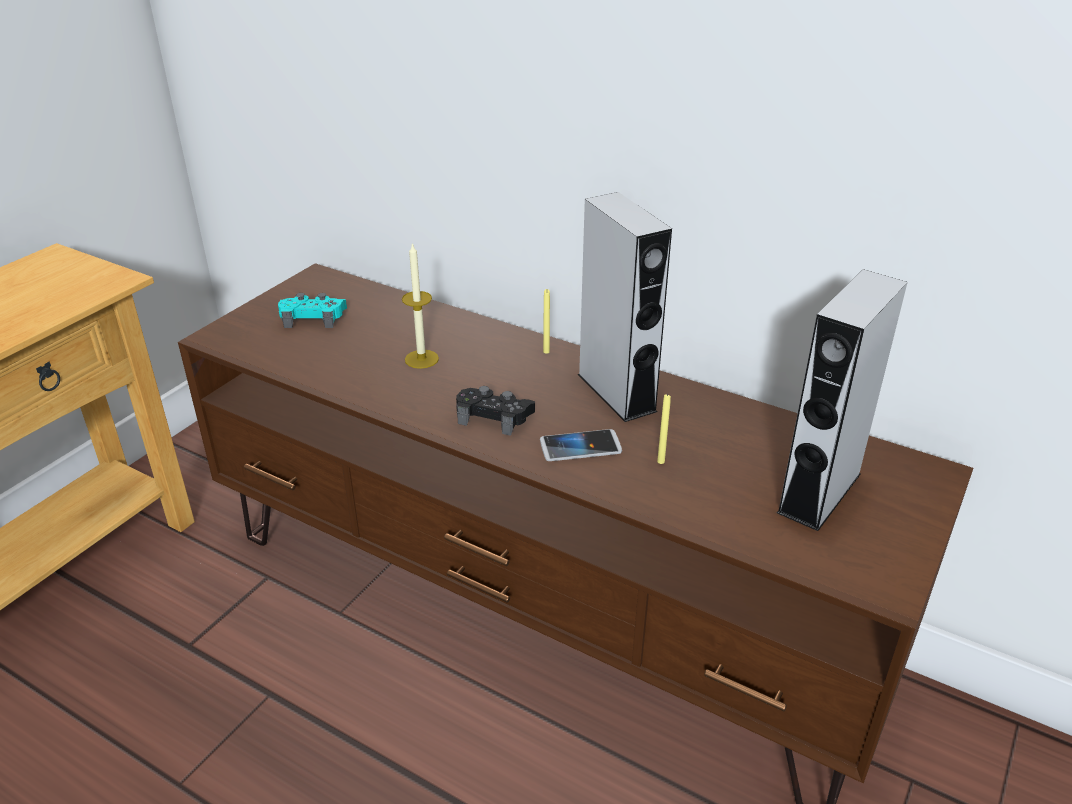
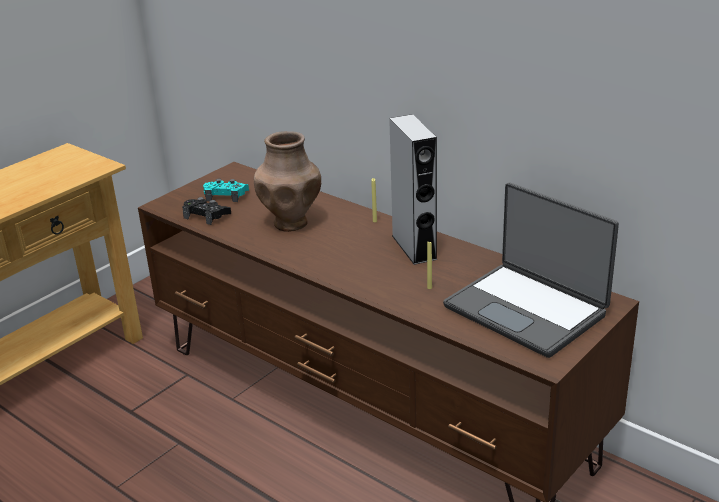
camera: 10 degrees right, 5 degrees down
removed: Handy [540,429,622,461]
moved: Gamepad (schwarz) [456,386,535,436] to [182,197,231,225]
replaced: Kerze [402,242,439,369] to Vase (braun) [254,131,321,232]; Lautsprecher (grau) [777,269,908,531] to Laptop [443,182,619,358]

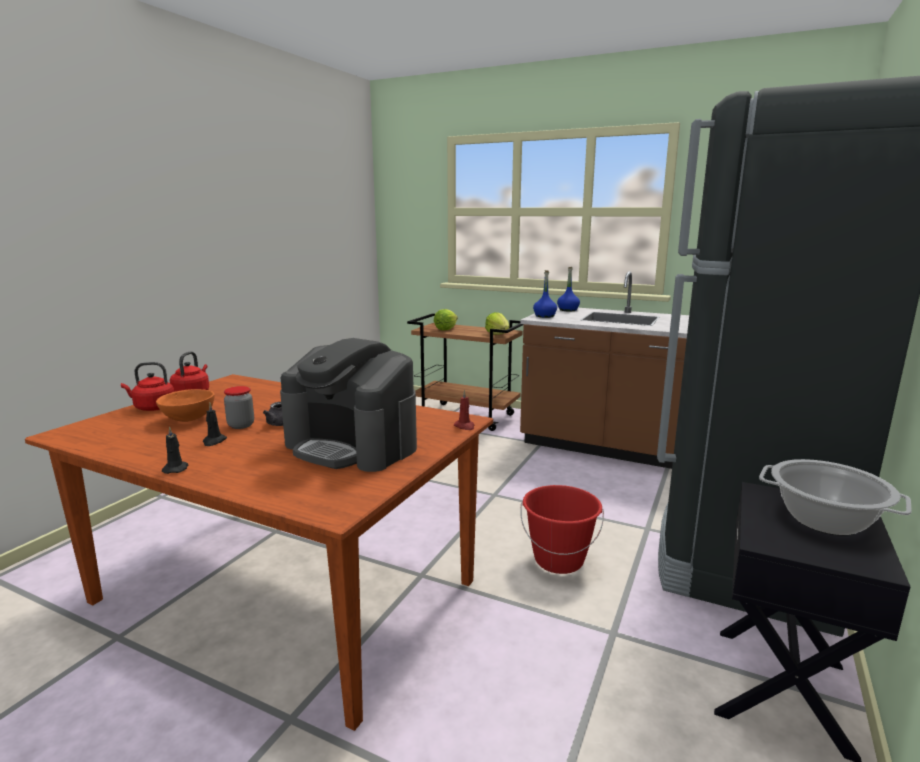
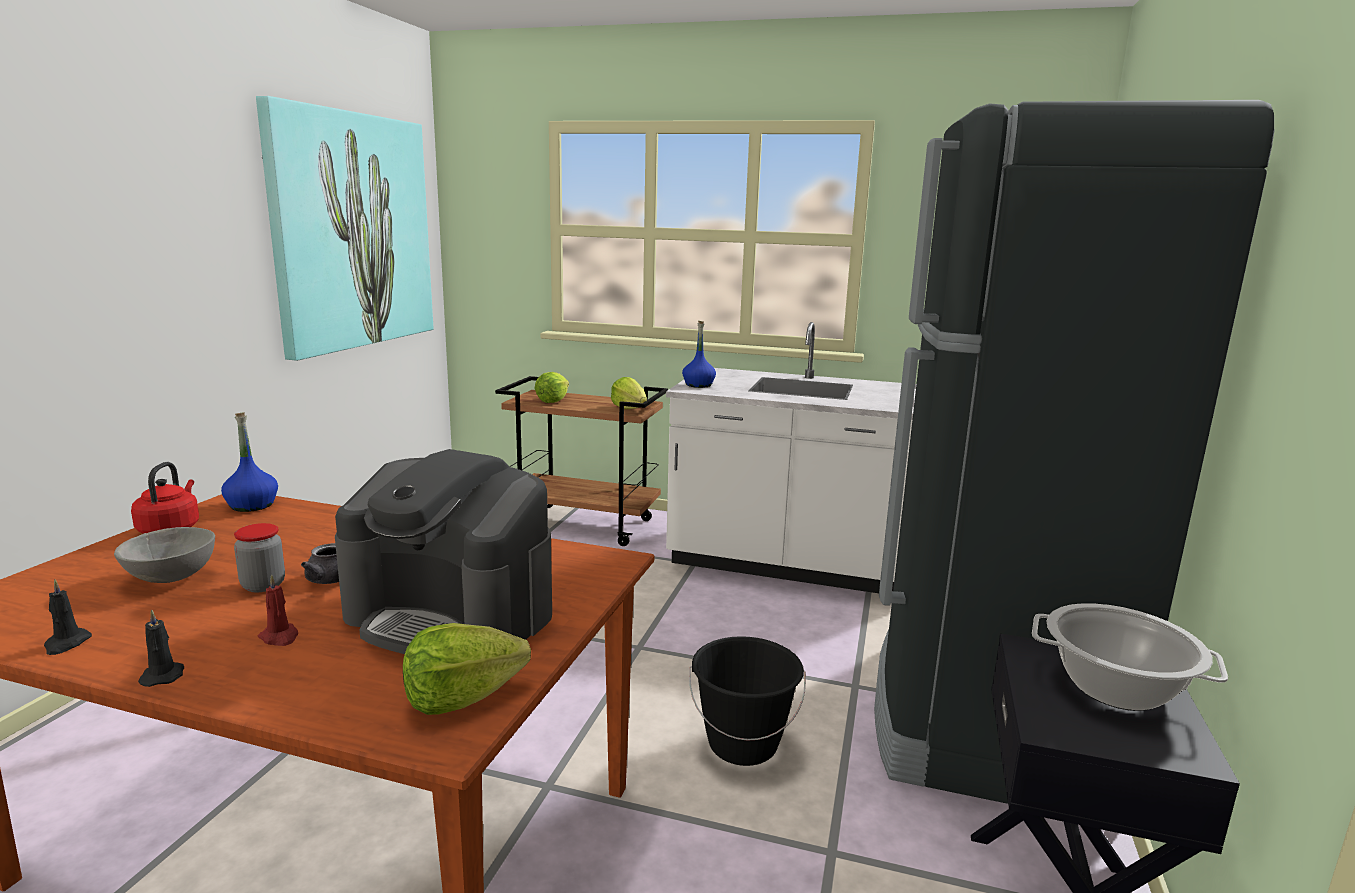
camera: 10 degrees left, 0 degrees up
removed: Wasserkessel (rot) [121,362,174,411]
added: Bild [256,96,433,361]; Salatkopf [403,623,531,715]
moved: Flasche (blau) [557,267,580,311] to [221,412,278,512]; Kerze (rot) [454,390,474,430] to [257,574,298,646]; Kerze (schwarz) [203,403,227,446] to [44,579,92,655]
recoloured: Küchenzeile (braun) [520,271,689,469] to Küchenzeile (weiß) [666,322,916,593]; Schüssel (orange) [156,389,215,422] to Schüssel (grau) [114,527,215,583]; Eimer (rot) [521,485,604,574] to Eimer (schwarz) [689,636,806,766]

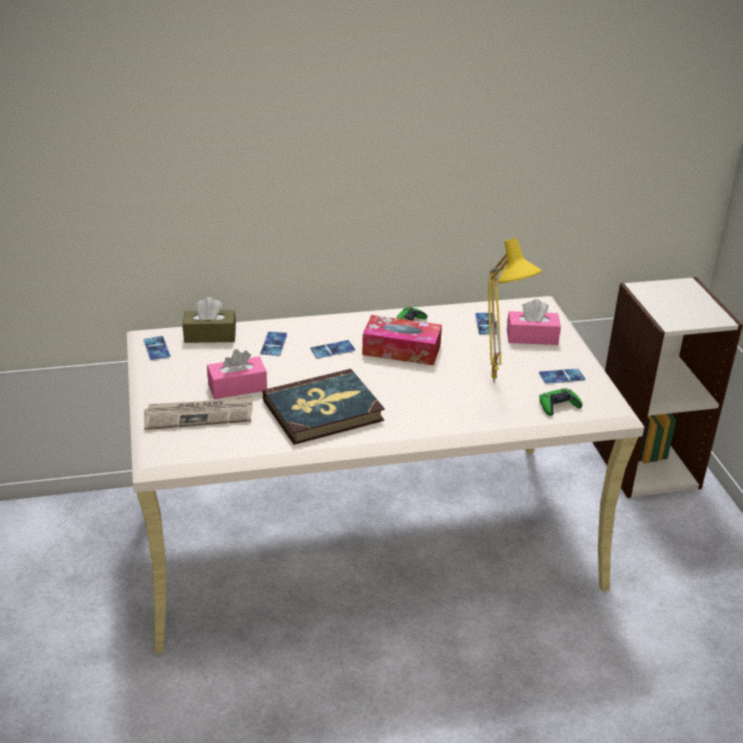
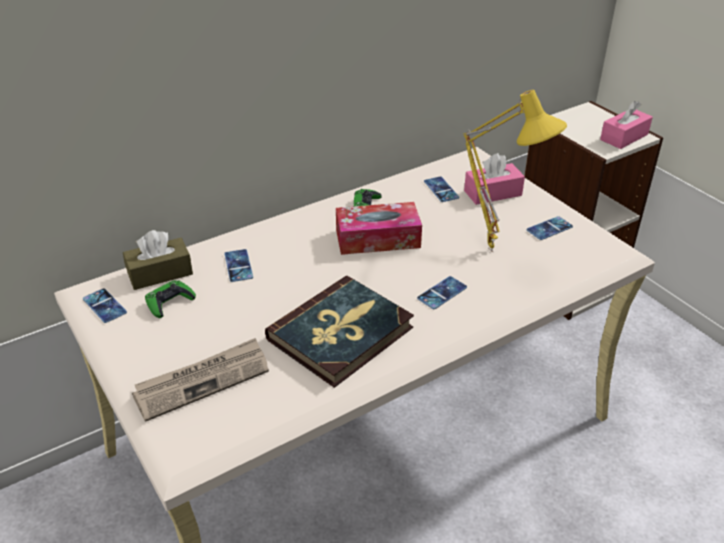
camera: 20 degrees left, 5 degrees up
moved: Handy [310,340,355,358] to [417,276,467,309]; Taschentuchbox (rosa) [207,349,267,399] to [600,101,653,149]; Gamepad (grün) [539,388,583,416] to [145,280,196,318]

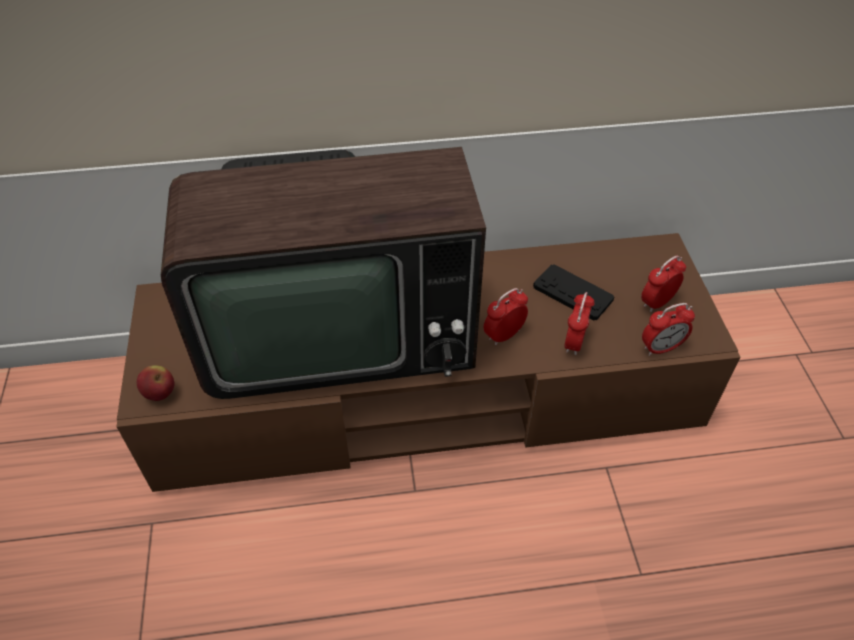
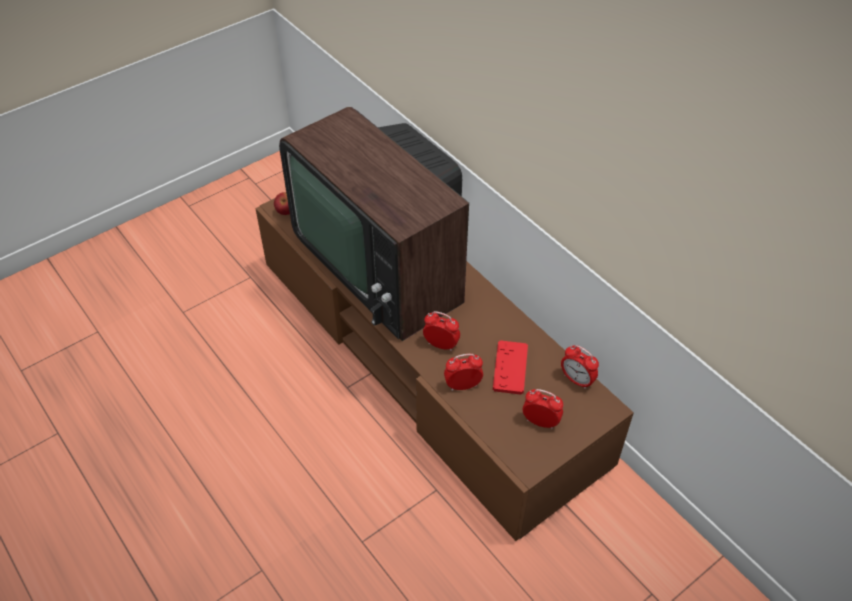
camera: 60 degrees right, 0 degrees up
moved: Wecker [642,303,695,356] to [561,345,599,389]
recoloured: Gamepad (schwarz) [533,264,614,320] to Gamepad (rot) [493,340,528,395]

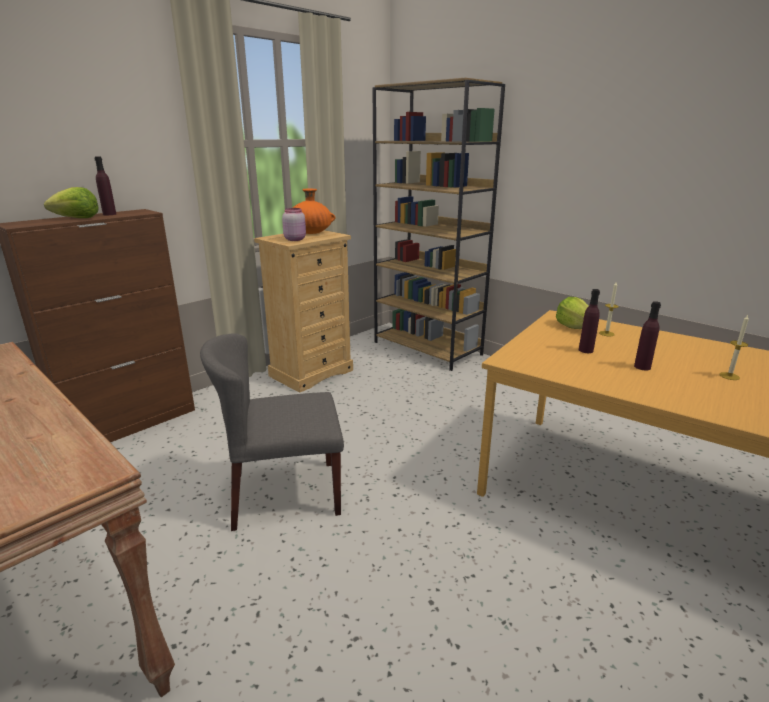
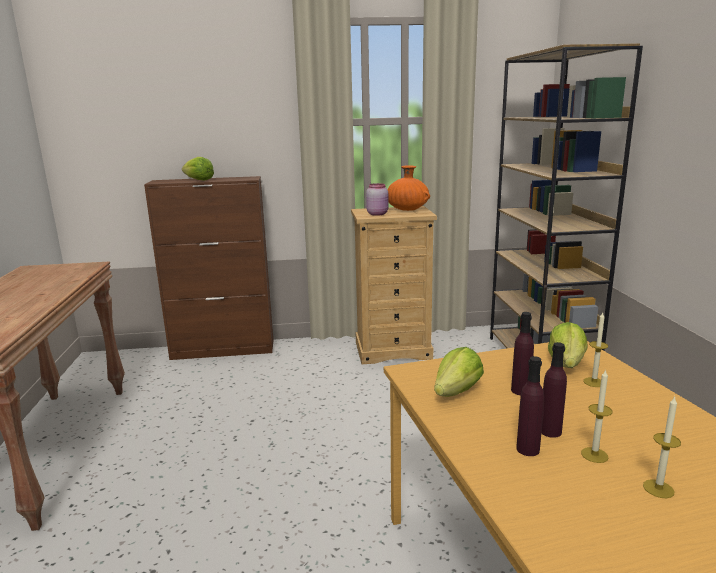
camera: 40 degrees right, 5 degrees down
removed: Stuhl (grau) [200,333,344,531]
added: Salatkopf [434,347,484,397]; Kerze [581,369,613,463]
moved: Flasche (lila) [94,156,116,215] to [516,356,544,456]

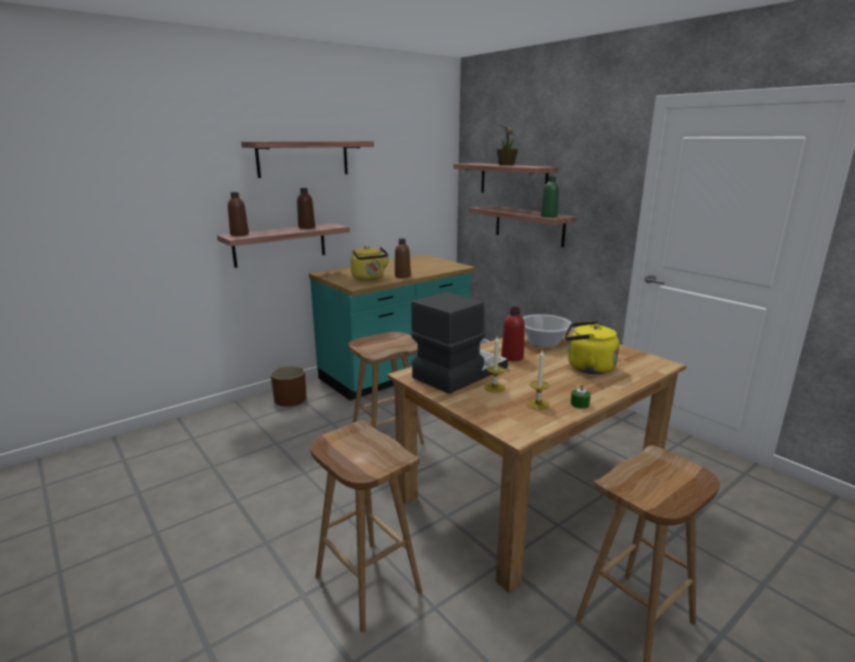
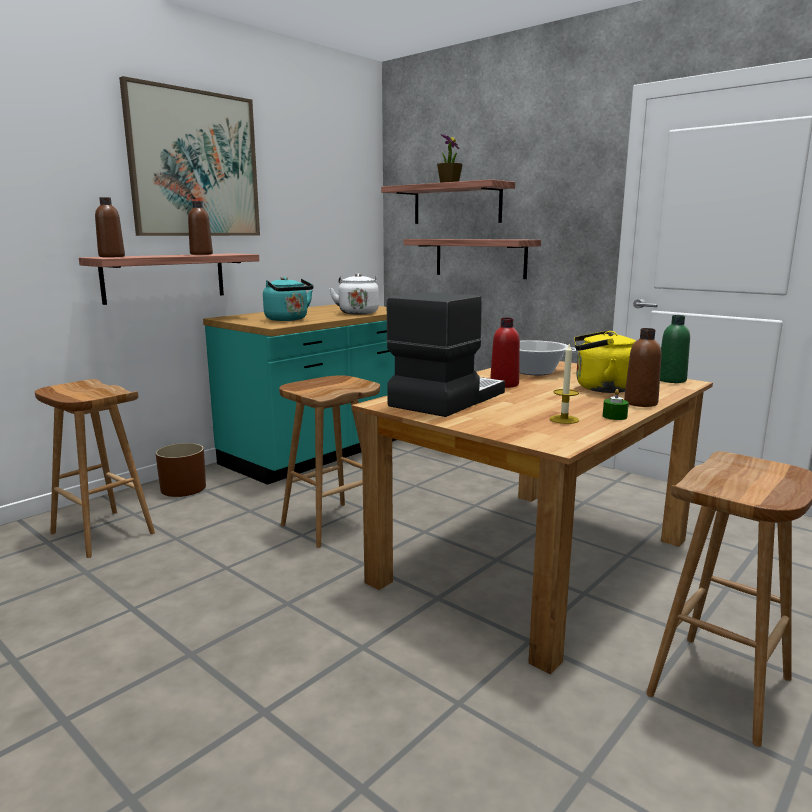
camera: 10 degrees left, 5 degrees down
removed: Kerze [484,337,505,393]
added: Wasserkessel (weiß) [329,273,379,315]
moved: Flasche (grün) [541,177,559,218] to [660,315,690,383]; Flasche (braun) [395,239,411,278] to [624,328,662,407]; Hocker (braun) [310,420,422,632] to [35,379,155,558]
replaced: Wandregal [241,141,374,178] to Bild [119,76,260,236]
recoloured: Wasserkessel (gelb) [351,246,389,280] to Wasserkessel (türkis) [263,277,314,321]

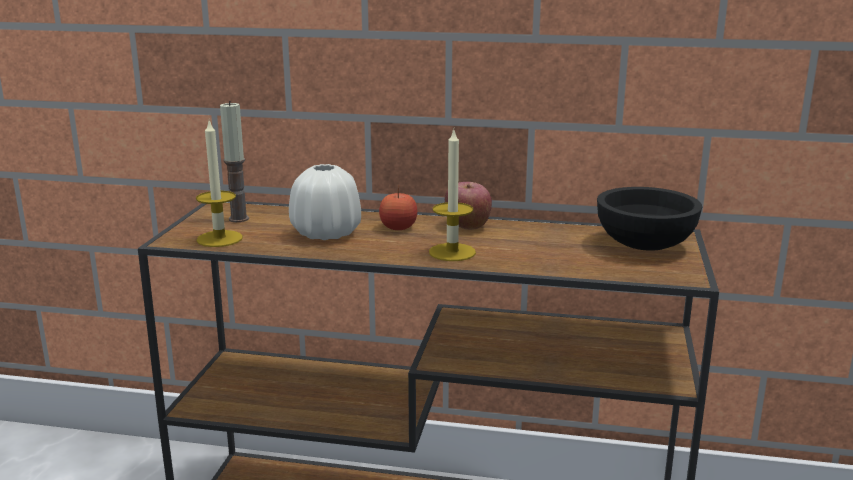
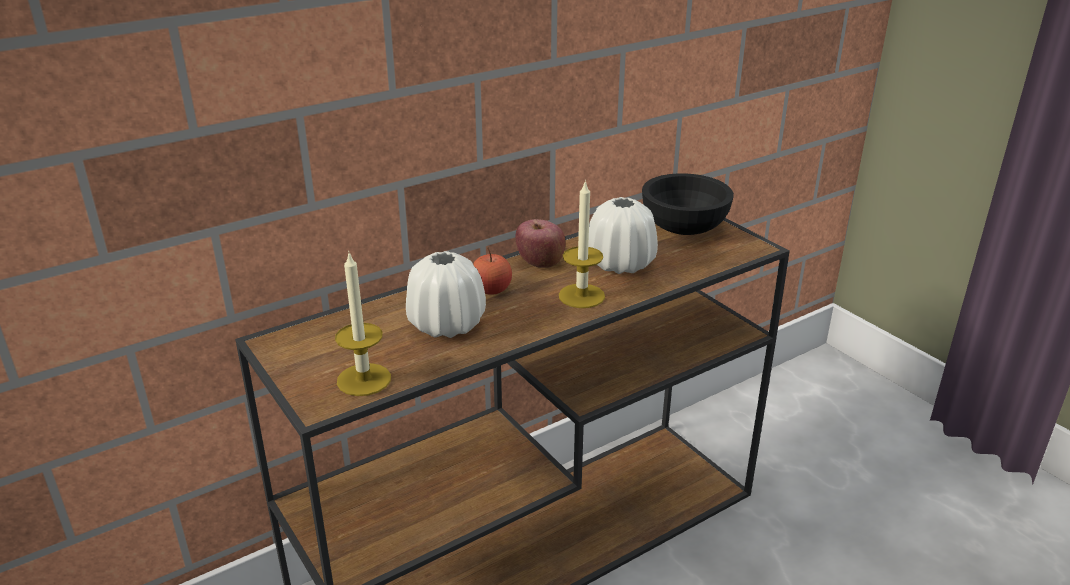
camera: 45 degrees left, 10 degrees up
removed: Kerze [220,101,249,222]
added: Vase (weiß) [588,197,658,274]

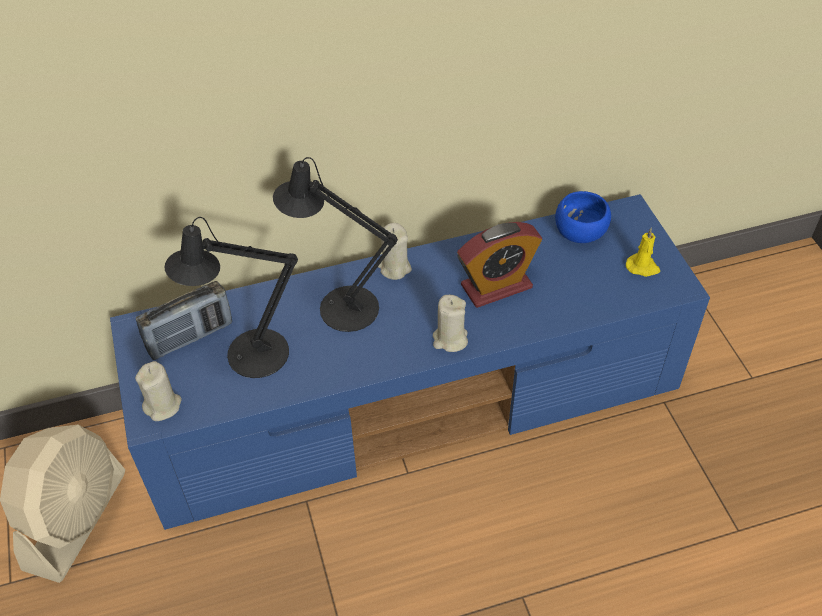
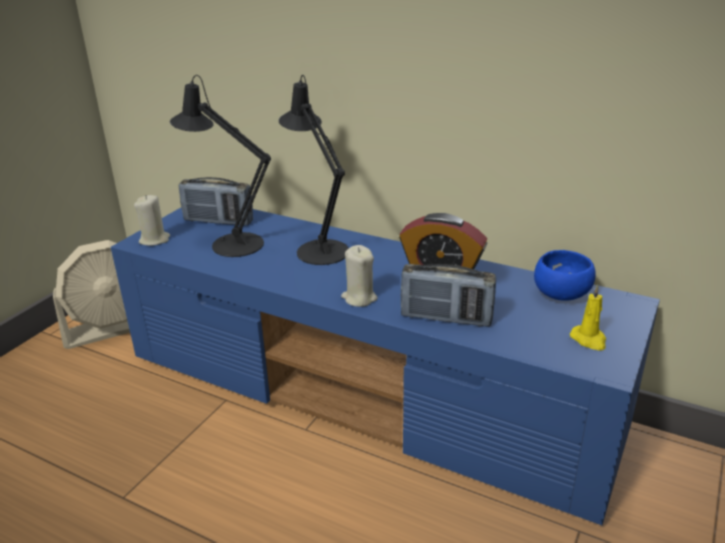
camera: 45 degrees right, 20 degrees down
removed: Kerze (beige) [378,223,412,280]
added: Radio [401,264,496,326]

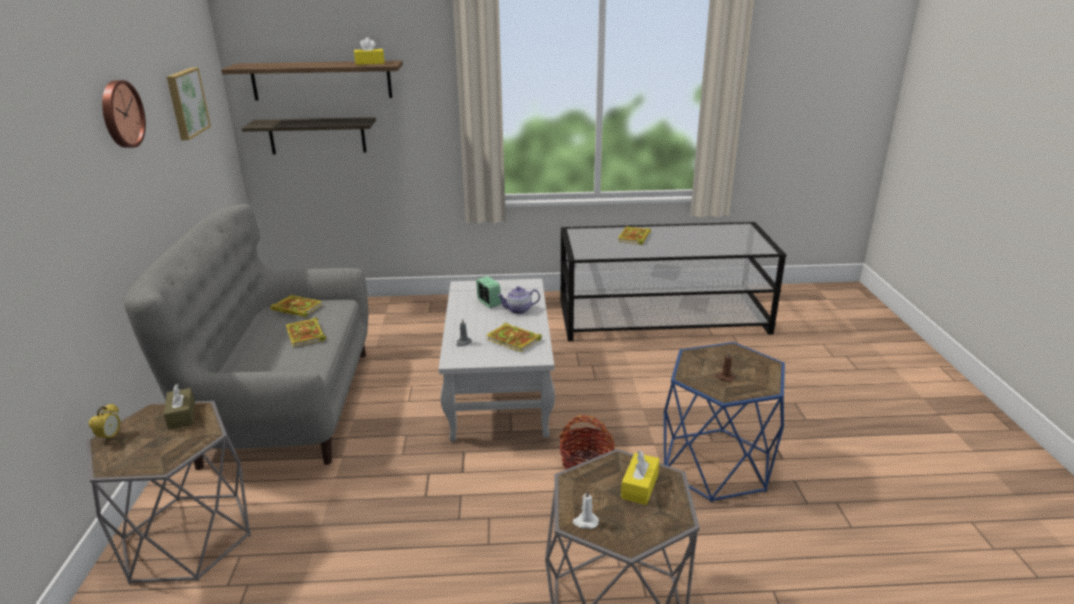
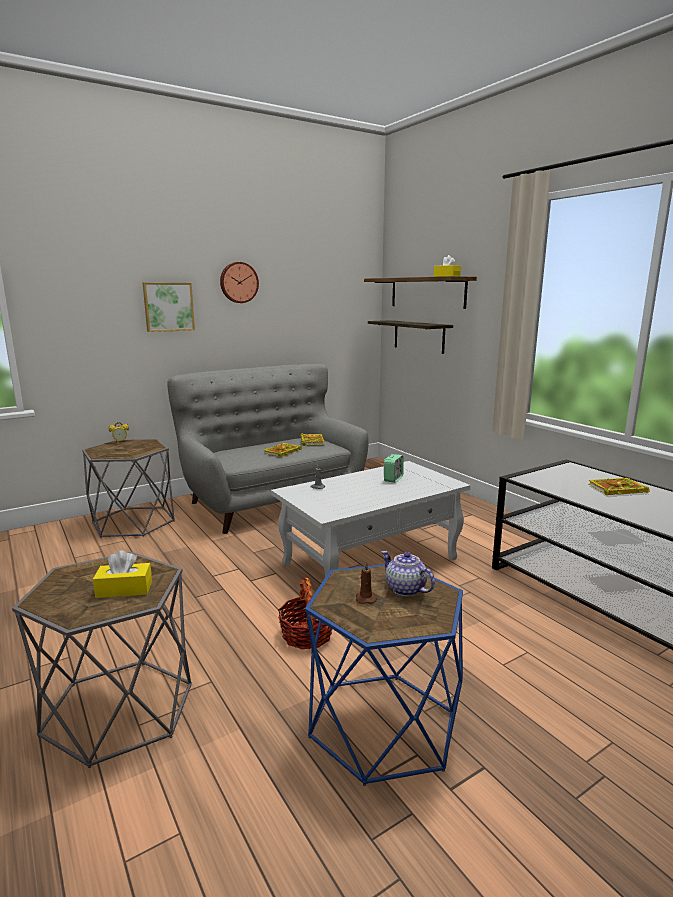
camera: 60 degrees right, 10 degrees down
removed: Buch [486,322,542,352]; Taschentuchbox (braun) [164,384,195,430]; Kerze (weiß) [572,489,599,529]
moved: Bild [167,67,211,140] to [143,283,195,332]; Teekanne [497,286,540,314] to [381,551,435,597]

